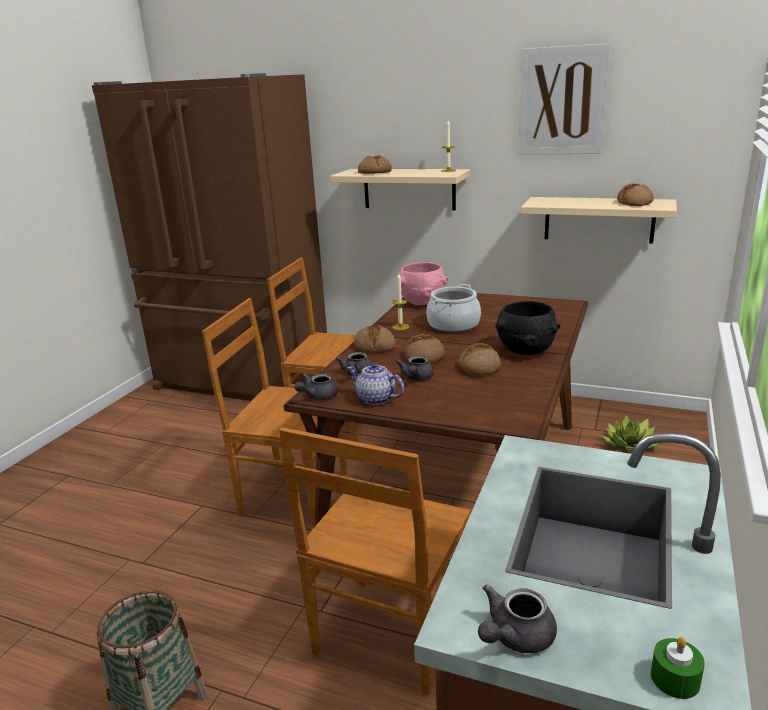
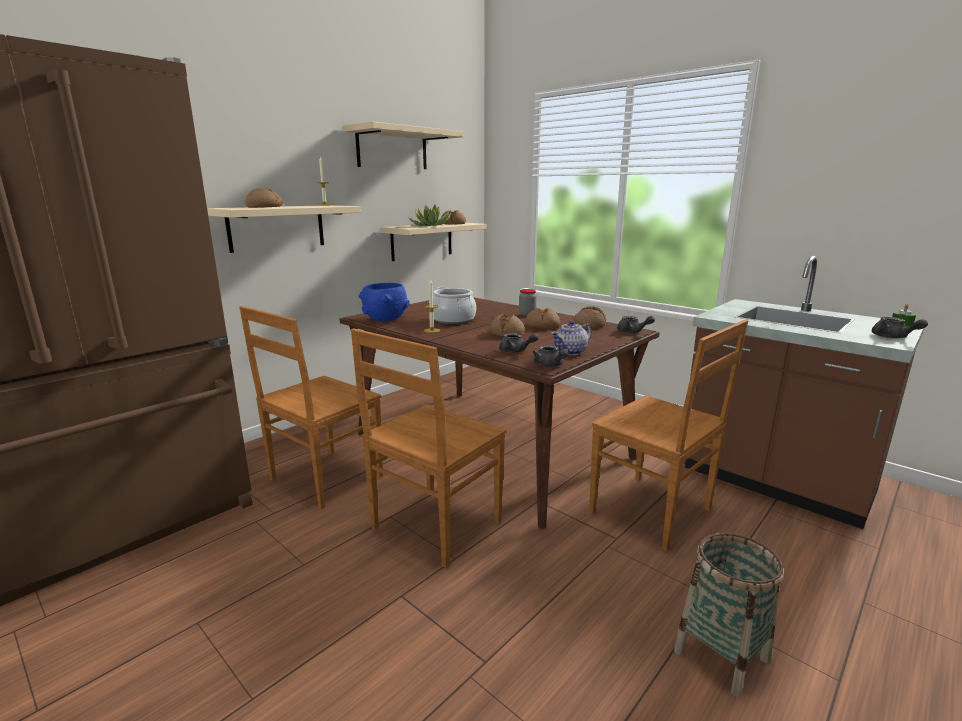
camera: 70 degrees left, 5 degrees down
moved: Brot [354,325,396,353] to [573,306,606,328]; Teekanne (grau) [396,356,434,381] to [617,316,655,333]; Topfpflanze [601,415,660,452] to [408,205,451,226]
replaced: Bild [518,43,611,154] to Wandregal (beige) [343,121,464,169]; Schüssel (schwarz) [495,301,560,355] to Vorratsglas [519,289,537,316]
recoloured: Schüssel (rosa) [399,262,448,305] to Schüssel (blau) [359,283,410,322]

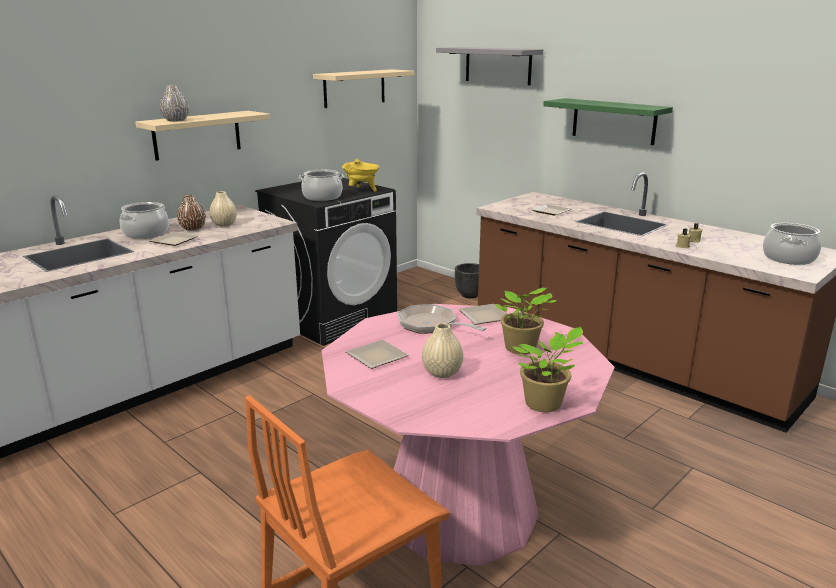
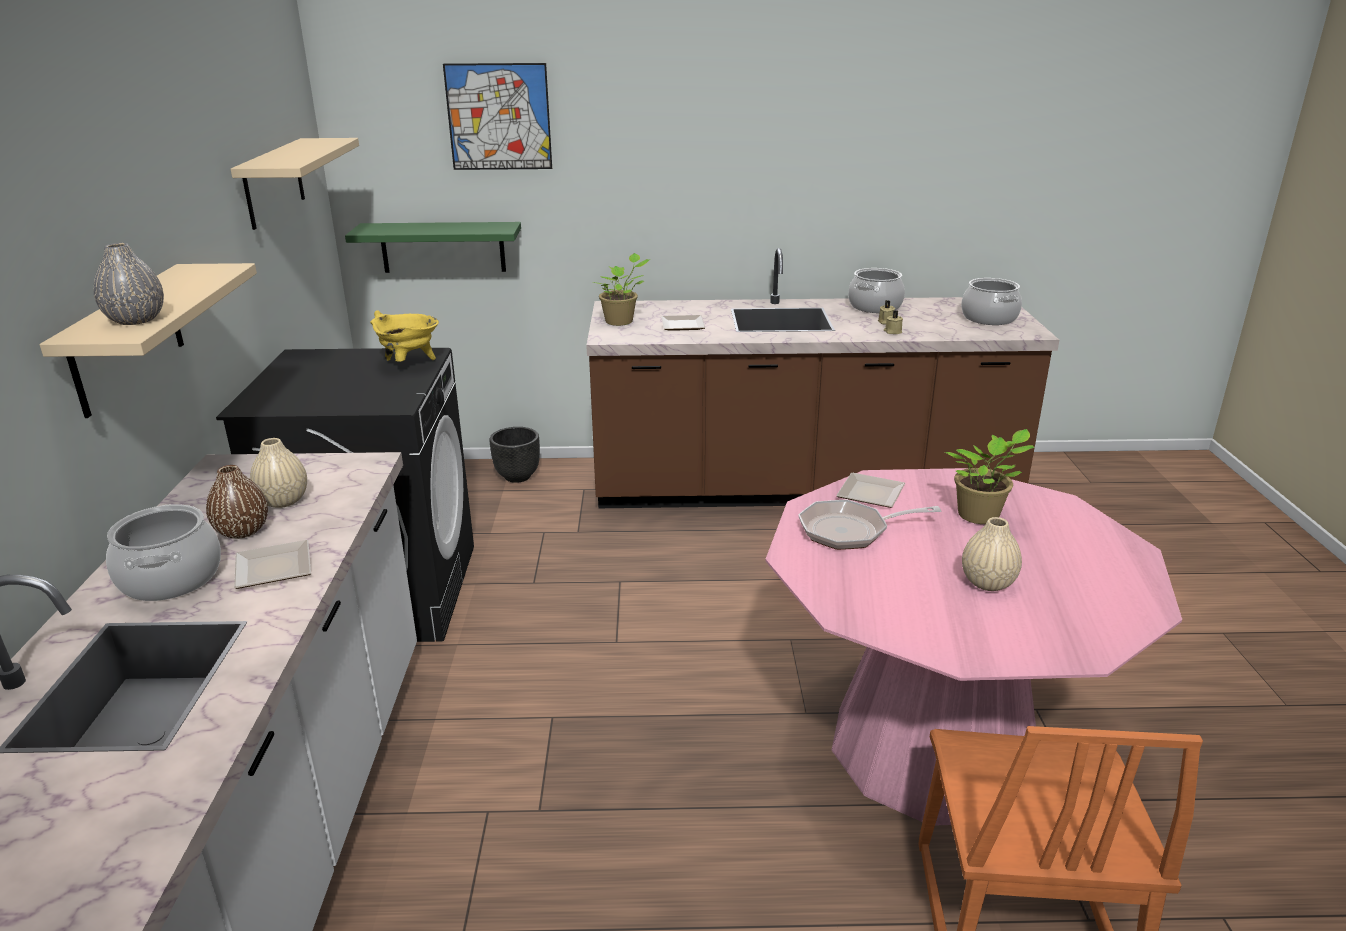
camera: 45 degrees left, 5 degrees up
removed: Teller [345,340,409,369]
moved: Wandregal (grün) [543,98,673,145] to [345,222,521,273]; Kochtopf [299,170,344,201] to [848,268,905,313]; Topfpflanze [511,327,583,412] to [590,253,650,326]
replaced: Wandregal (grau) [436,47,543,85] to Bild [443,63,552,170]

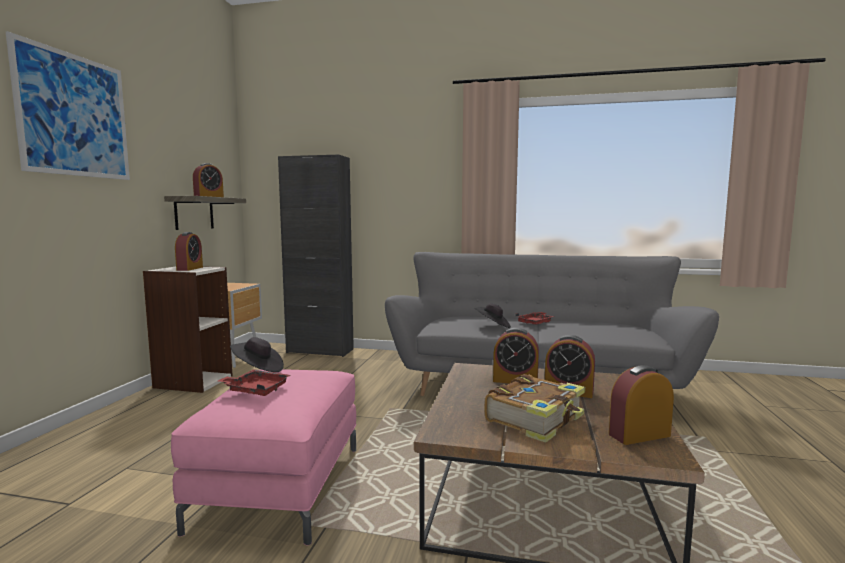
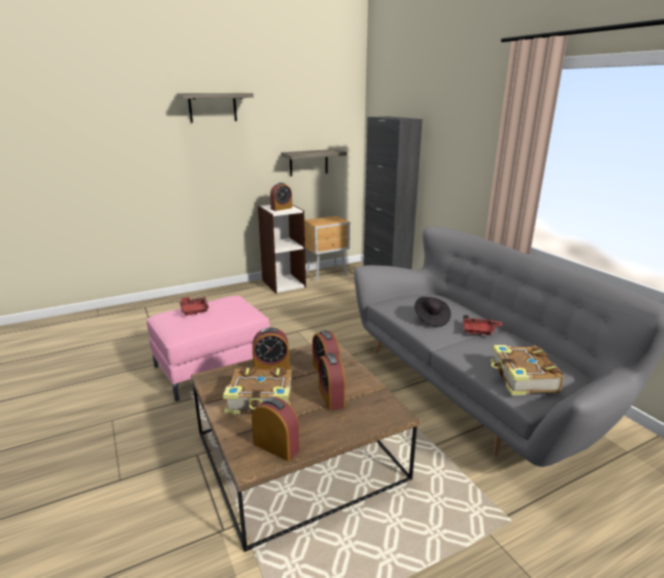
camera: 50 degrees right, 15 degrees up
removed: Hut (schwarz) [230,337,284,372]
added: Buch [490,345,564,395]
moved: Wecker [193,163,224,197] to [252,328,290,370]
replaced: Bild [6,31,130,180] to Wandregal [177,93,254,123]

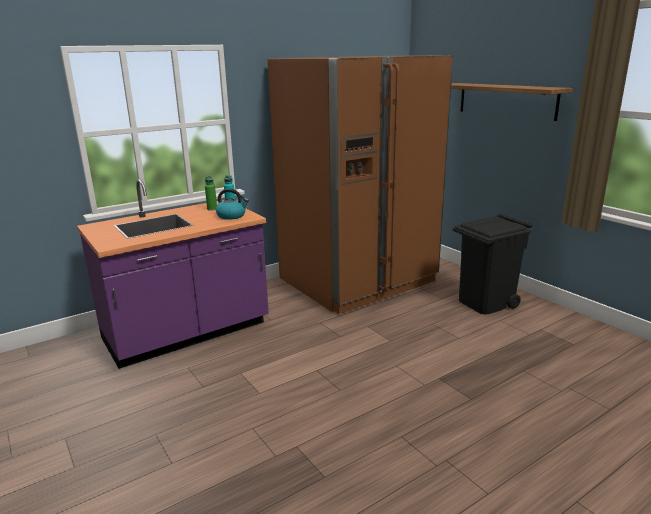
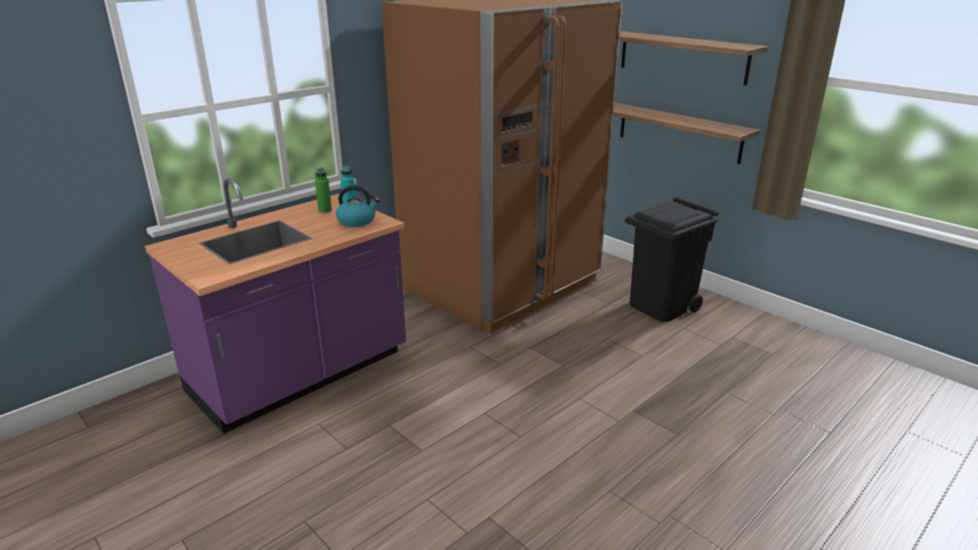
camera: 10 degrees left, 5 degrees up
added: Wandregal [613,103,760,164]

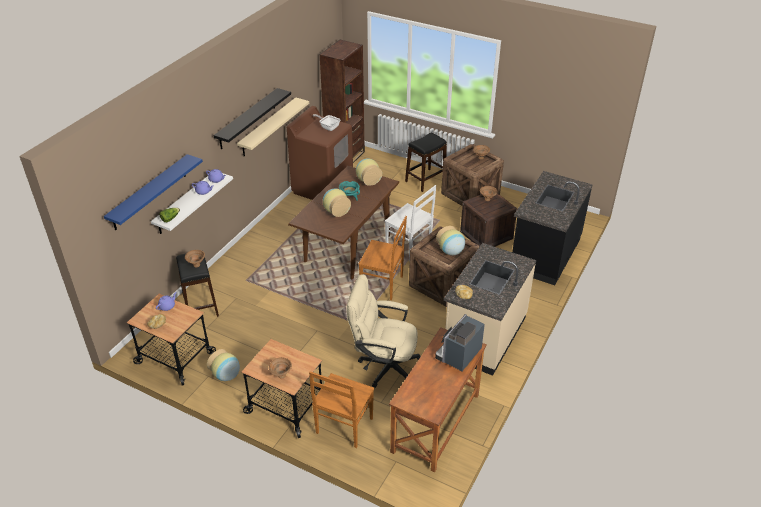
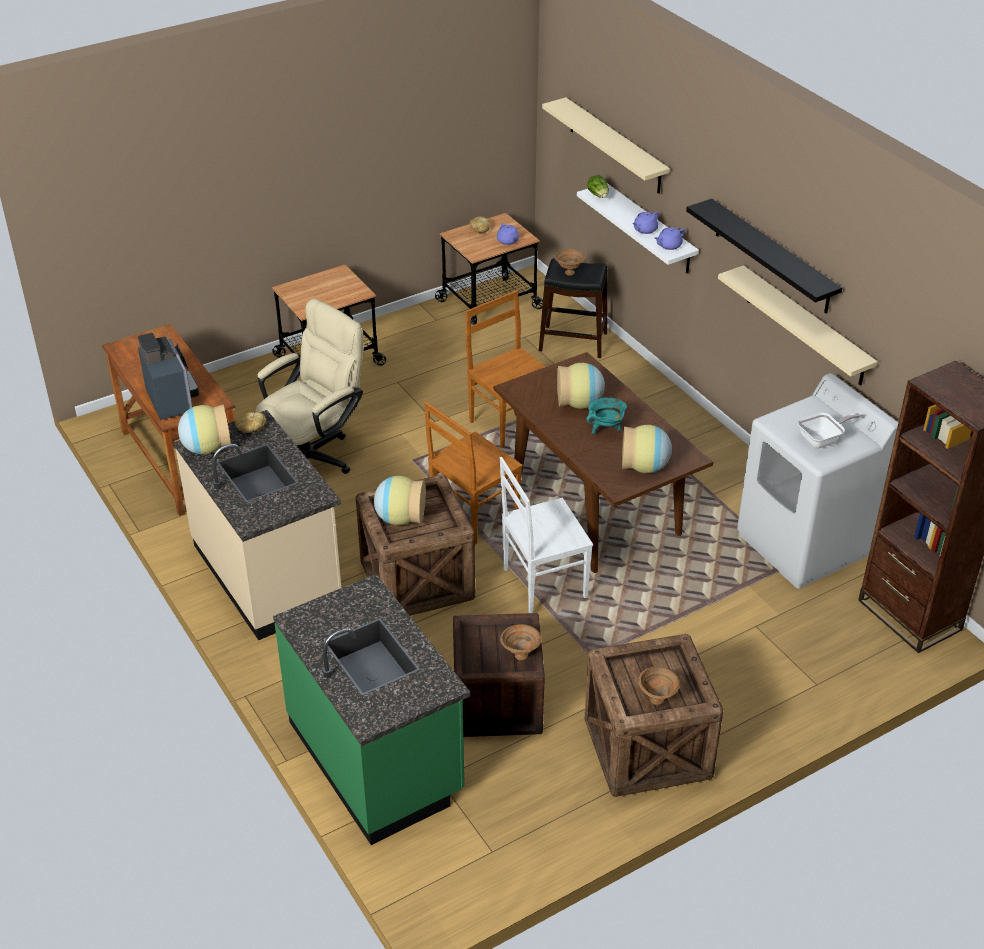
camera: 120 degrees right, 0 degrees up
removed: Hocker (schwarz) [405,133,446,192]; Schüssel (braun) [269,357,292,379]
moved: Vase [207,349,240,381] to [178,405,231,454]; Stuhl (braun) [309,371,374,448] to [466,290,546,448]
recoloured: Waschmaschine (braun) [287,106,353,200] to Waschmaschine (weiß) [737,373,898,589]; Wandregal (blau) [104,154,203,230] to Wandregal (beige) [542,97,670,194]; Küchenzeile (schwarz) [512,171,593,285] to Küchenzeile (grün) [273,574,470,845]

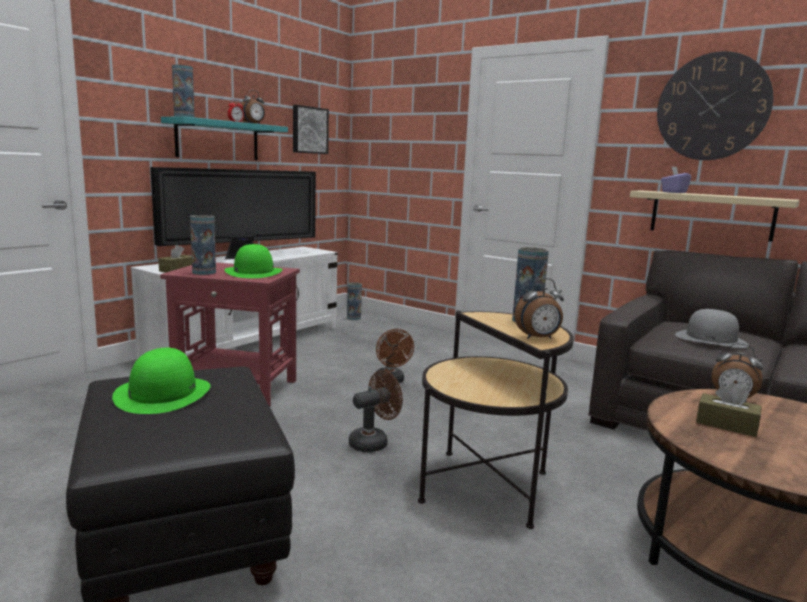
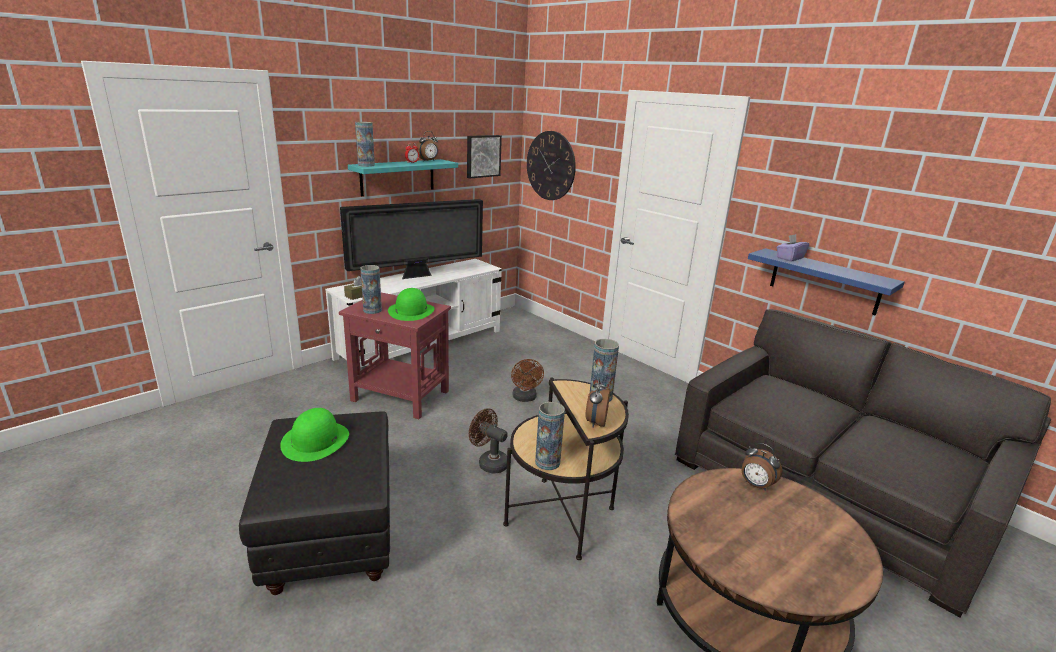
camera: 10 degrees right, 10 degrees up
removed: Hut (grau) [675,309,749,348]; Taschentuchbox (braun) [696,383,762,437]
moved: Wanduhr [657,51,774,160] to [527,131,576,200]; Vase [347,282,362,320] to [535,402,565,470]
recoloured: Wandregal (beige) [630,190,800,242] to Wandregal (blau) [748,248,905,316]
turned: Wecker [515,278,564,339] = [585,378,610,428] 105 degrees clockwise; Ventilator (braun) [349,370,403,452] = [469,408,508,474] 120 degrees counterclockwise

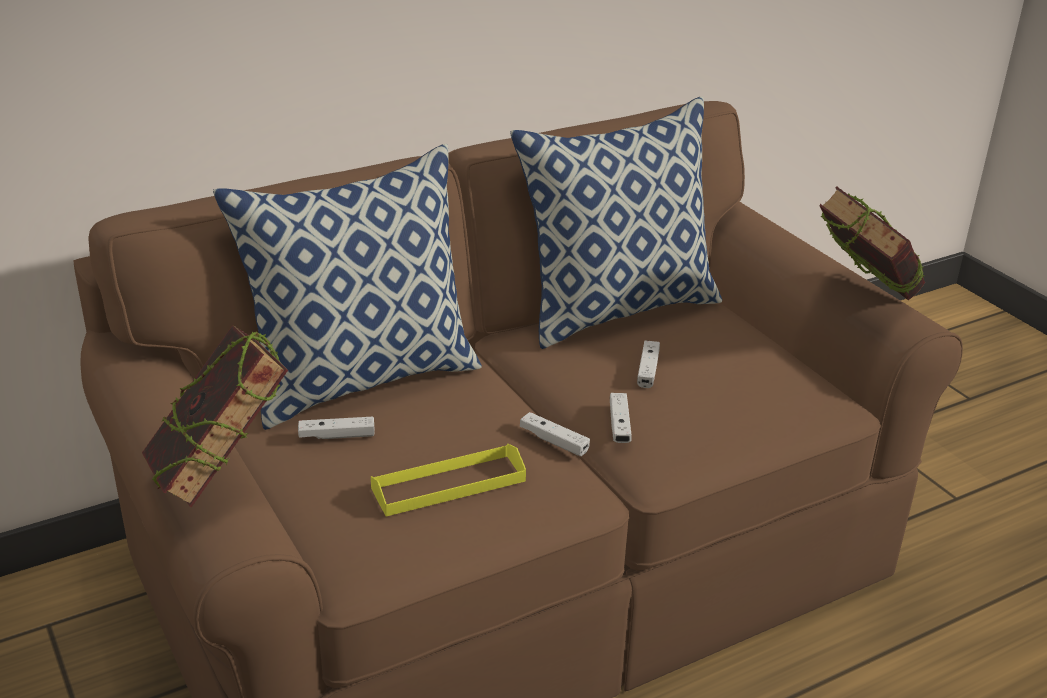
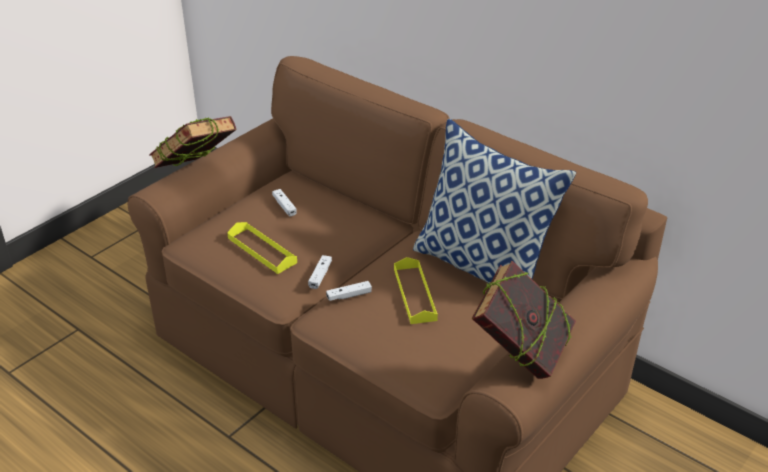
camera: 70 degrees right, 5 degrees up
removed: Kissen [213,144,482,430]
replaced: Gamepad (weiß) [637,340,660,388] to Tablett (gelb) [394,257,438,324]

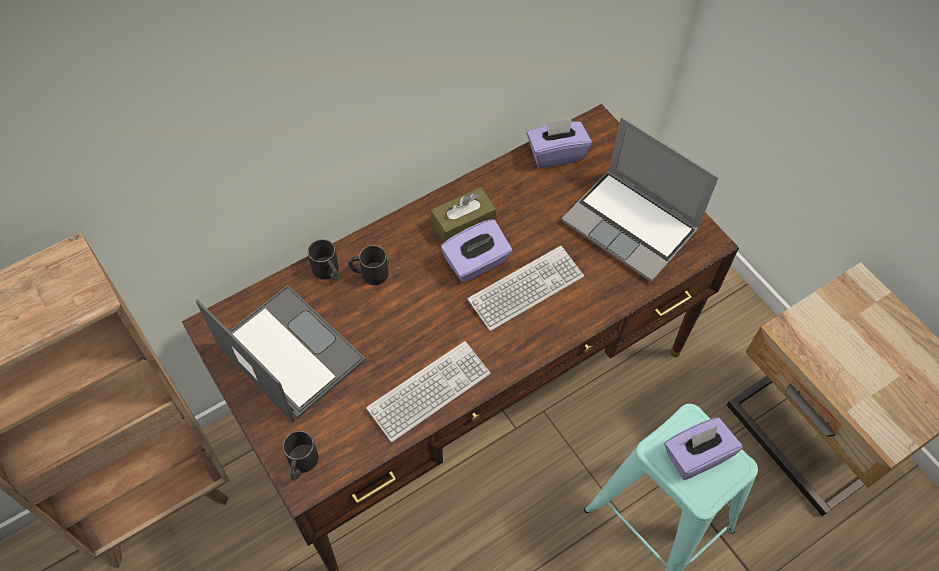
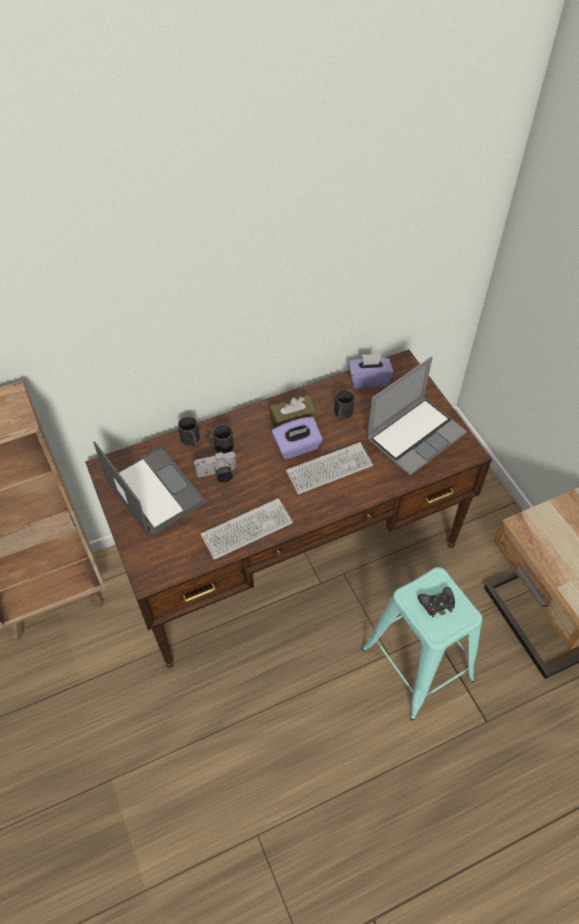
camera: 10 degrees right, 5 degrees down
added: Kamera [194,451,236,482]
moved: Henkelbecher (schwarz) [283,431,318,480] to [334,390,354,420]
replaced: Taschentuchbox (lila) [664,417,742,480] to Gamepad (schwarz) [418,587,455,617]
turned: Laptop [561,117,719,282] = [366,357,467,476] 90 degrees counterclockwise

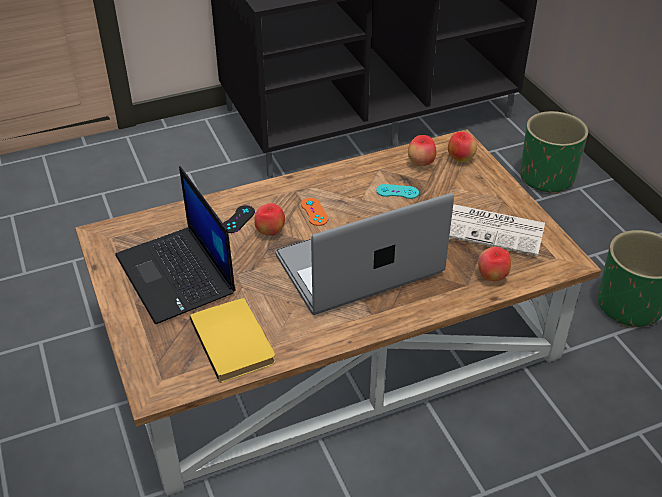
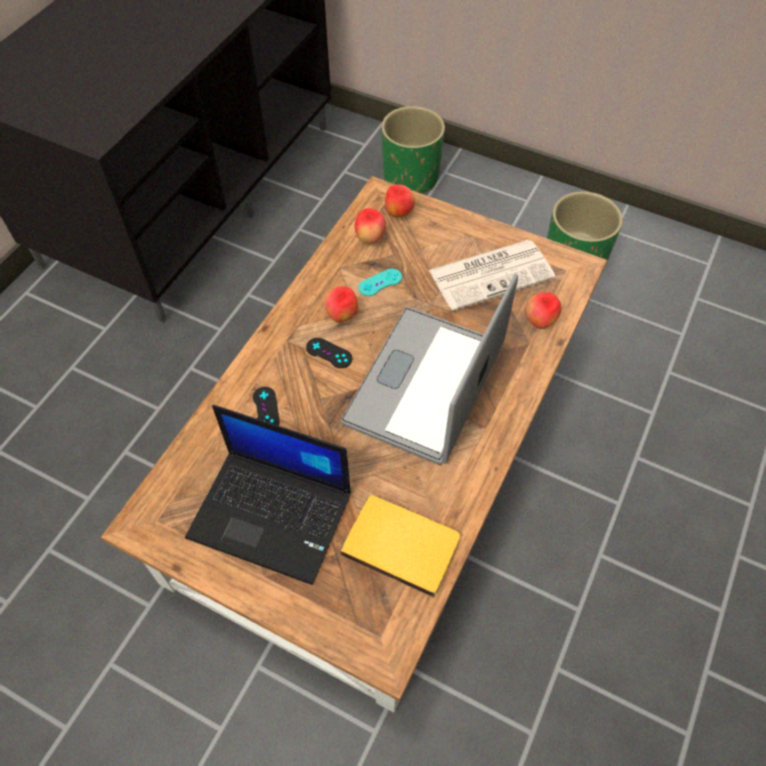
camera: 40 degrees left, 15 degrees up
moved: Apfel [254,203,285,236] to [324,286,358,322]
recoloured: Gamepad (orange) [301,198,328,226] to Gamepad (schwarz) [306,338,352,368]

